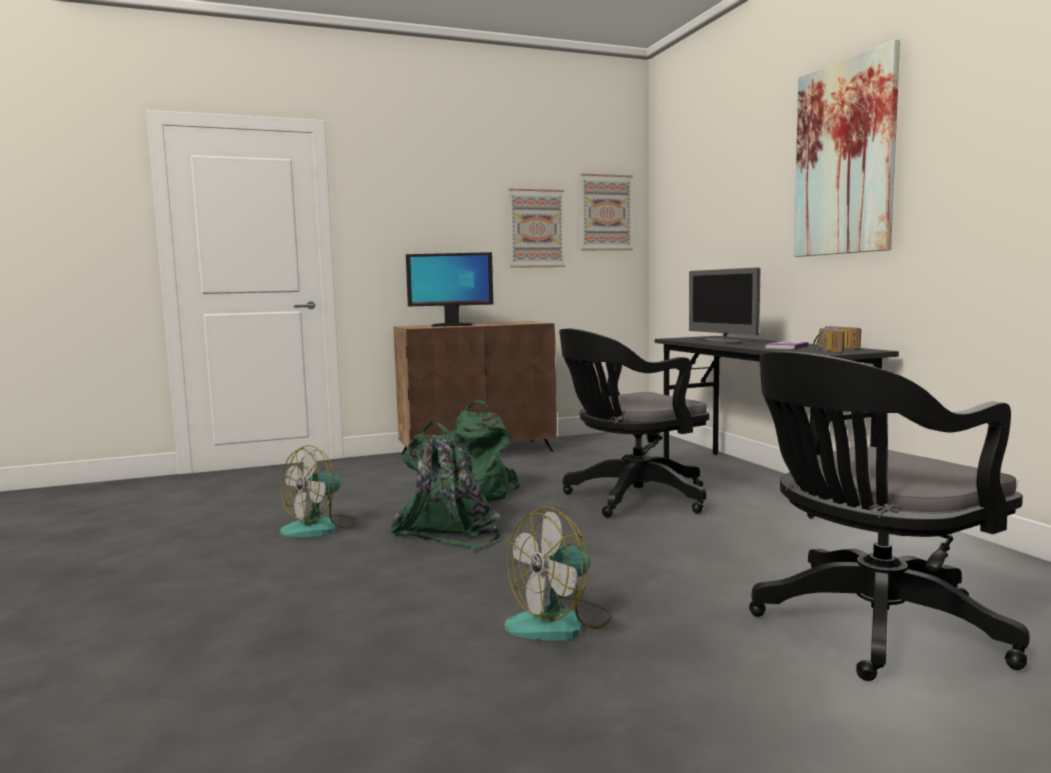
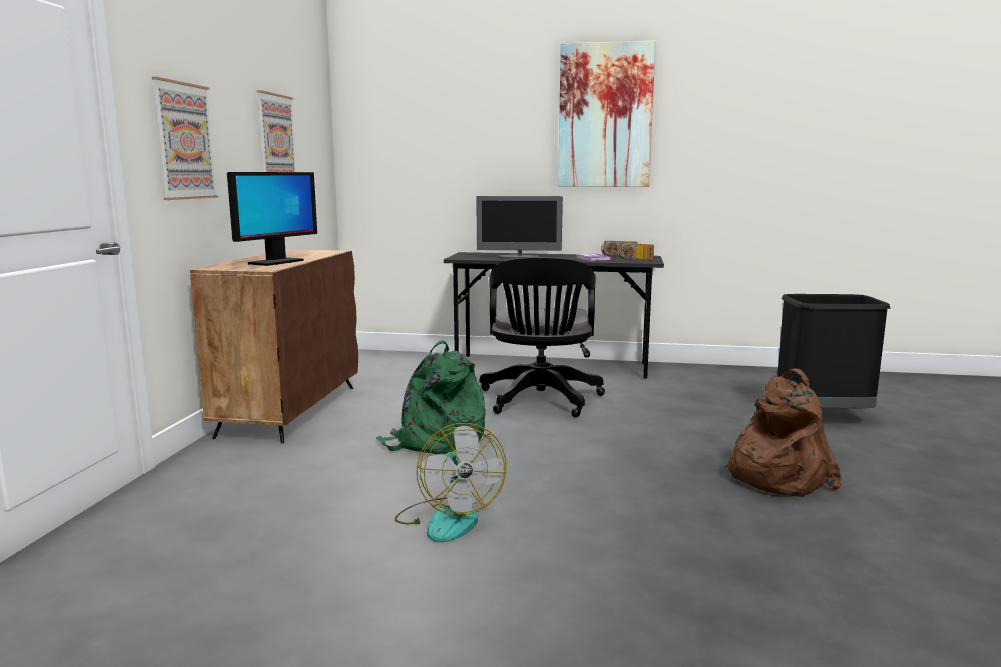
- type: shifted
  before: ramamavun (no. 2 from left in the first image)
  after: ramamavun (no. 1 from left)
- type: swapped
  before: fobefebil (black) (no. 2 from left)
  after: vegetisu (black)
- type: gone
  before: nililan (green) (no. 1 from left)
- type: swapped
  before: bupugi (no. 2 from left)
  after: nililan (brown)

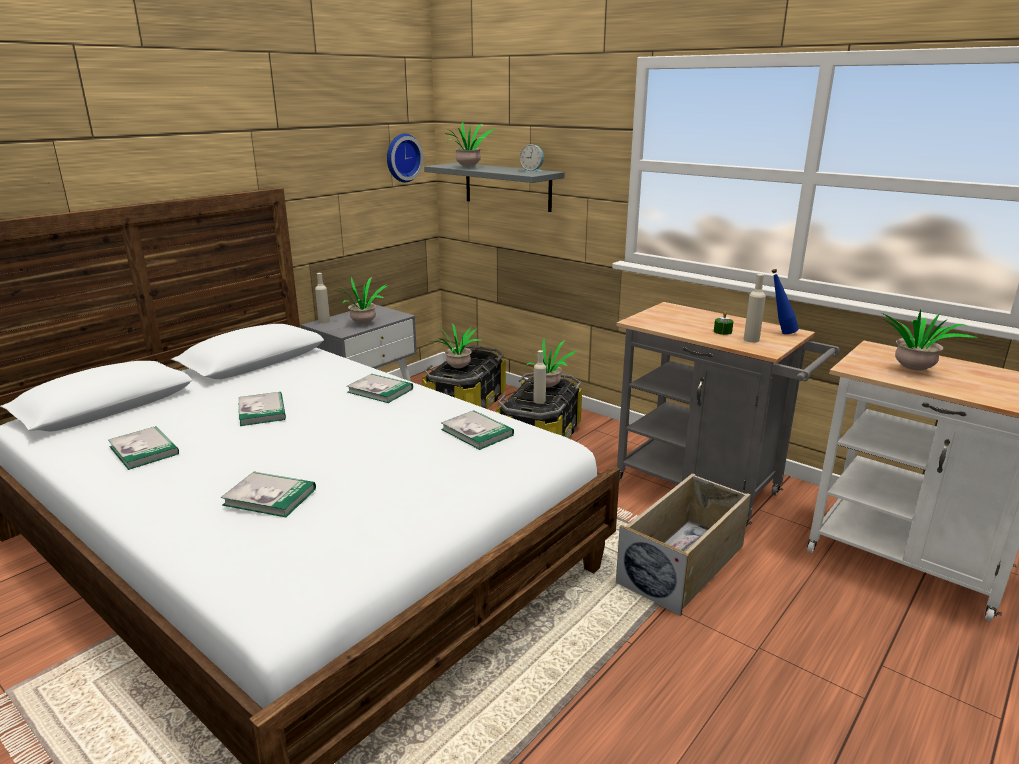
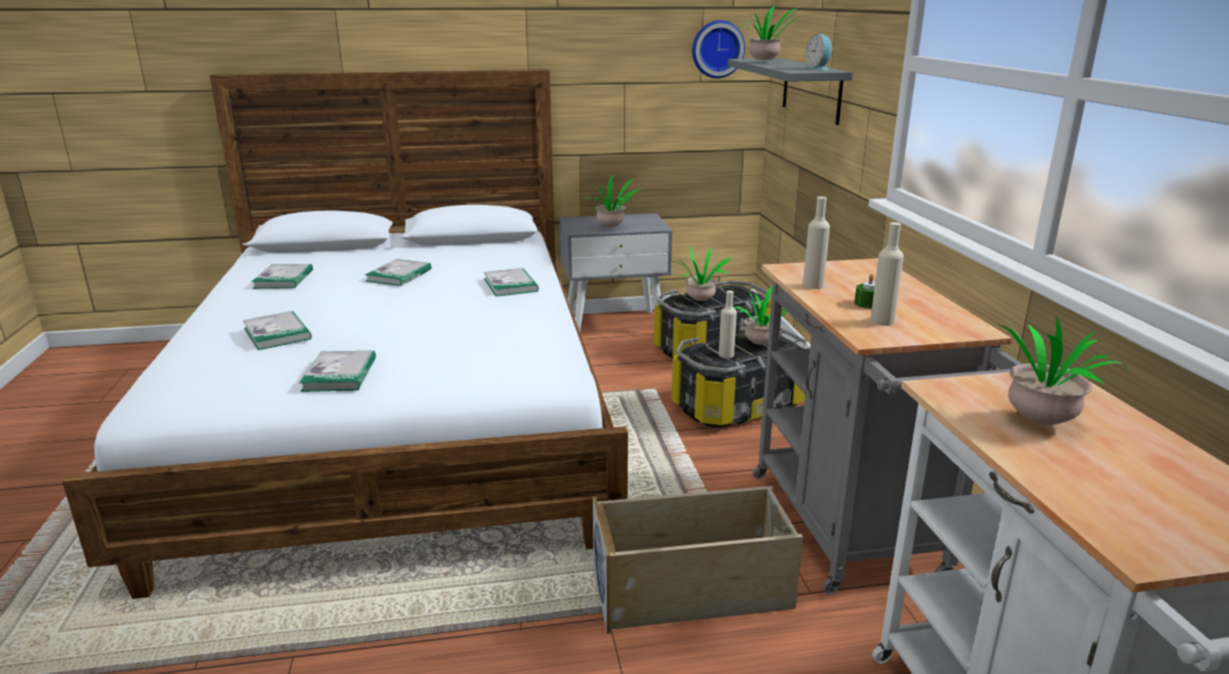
- type: gone
  before: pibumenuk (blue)
- type: shifted
  before: pibumenuk (beige) (no. 1 from left in the first image)
  after: pibumenuk (beige) (no. 2 from left)
- type: shifted
  before: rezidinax (no. 5 from left in the first image)
  after: rezidinax (no. 3 from left)

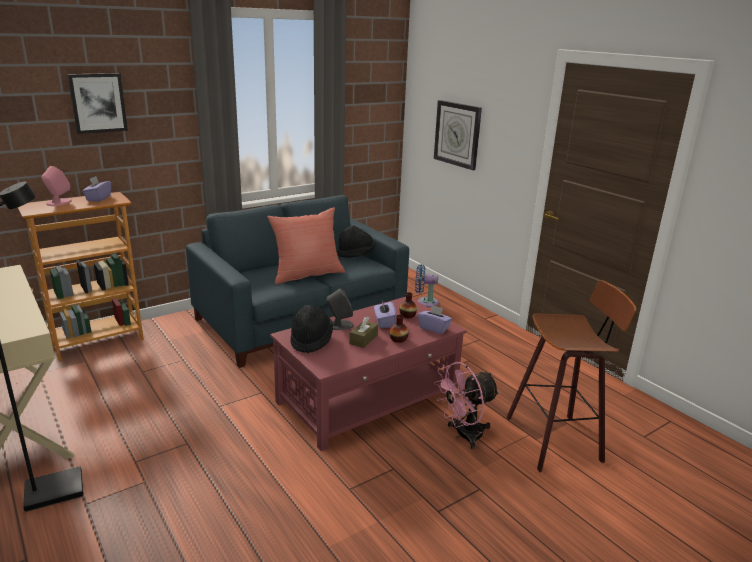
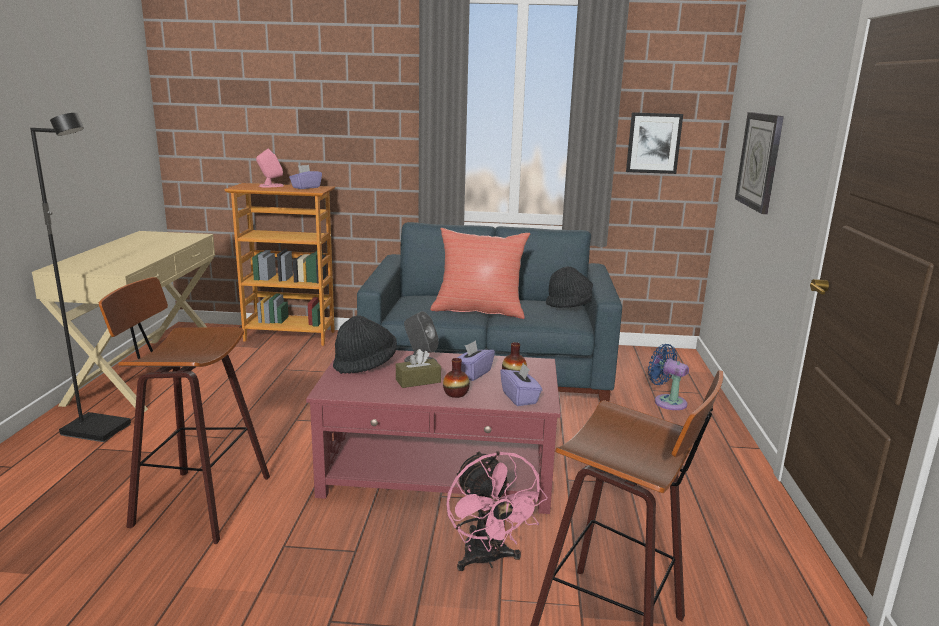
- type: shifted
  before: ramamavun
- type: rotated
  before: bupugi (pink)
  turn: -120
- type: new
  after: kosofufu (no. 1 from left)

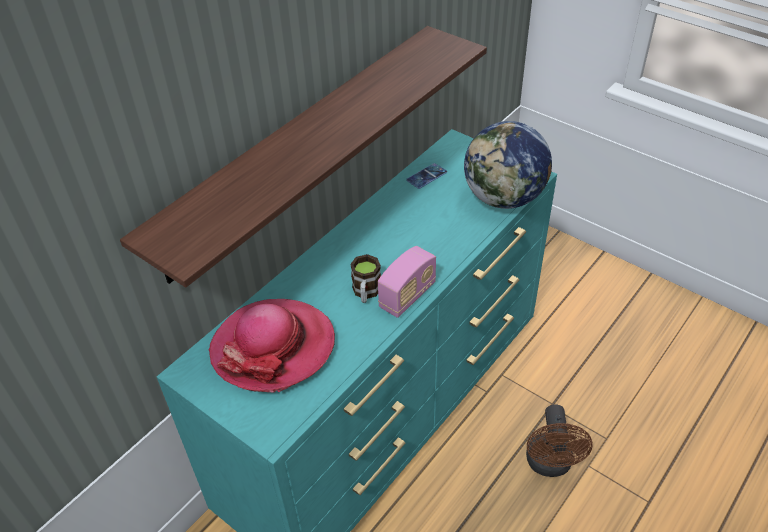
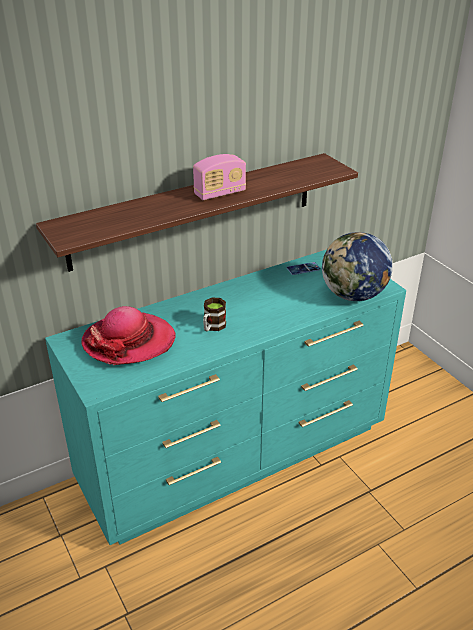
- type: shifted
  before: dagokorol
- type: gone
  before: bupugi (brown)

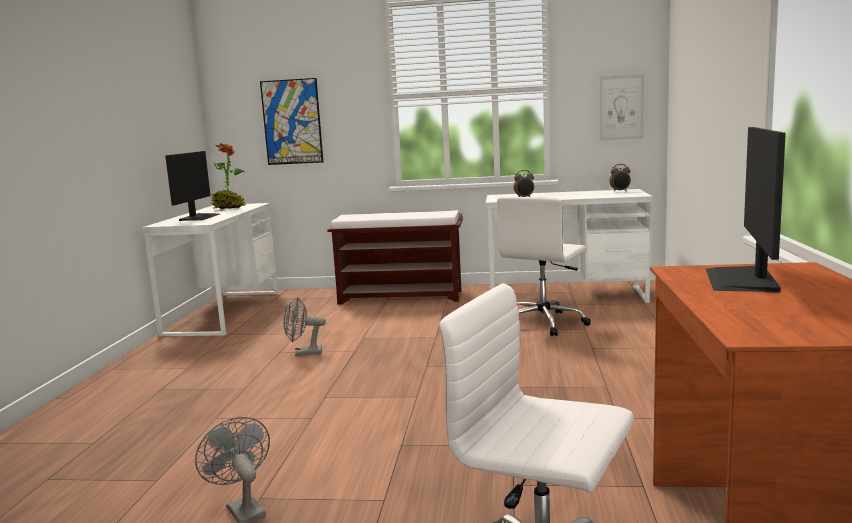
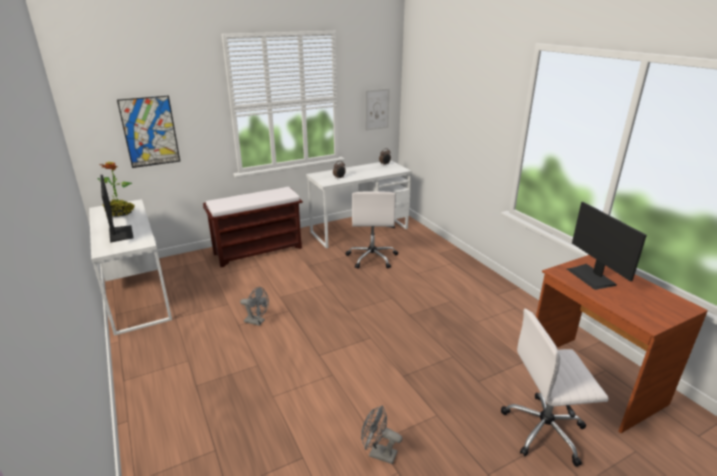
- type: rotated
  before: bupugi (grey) (no. 2 from left in the first image)
  turn: -120

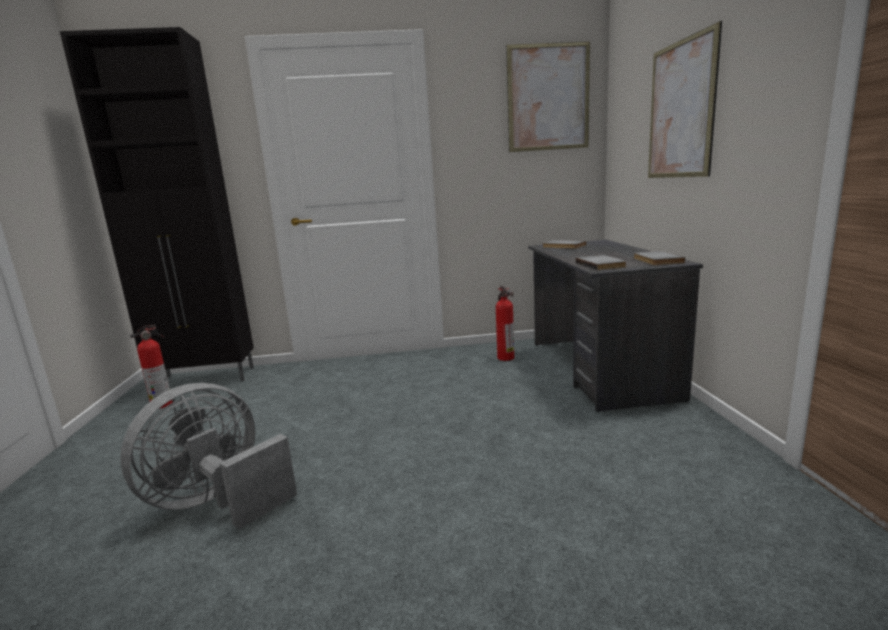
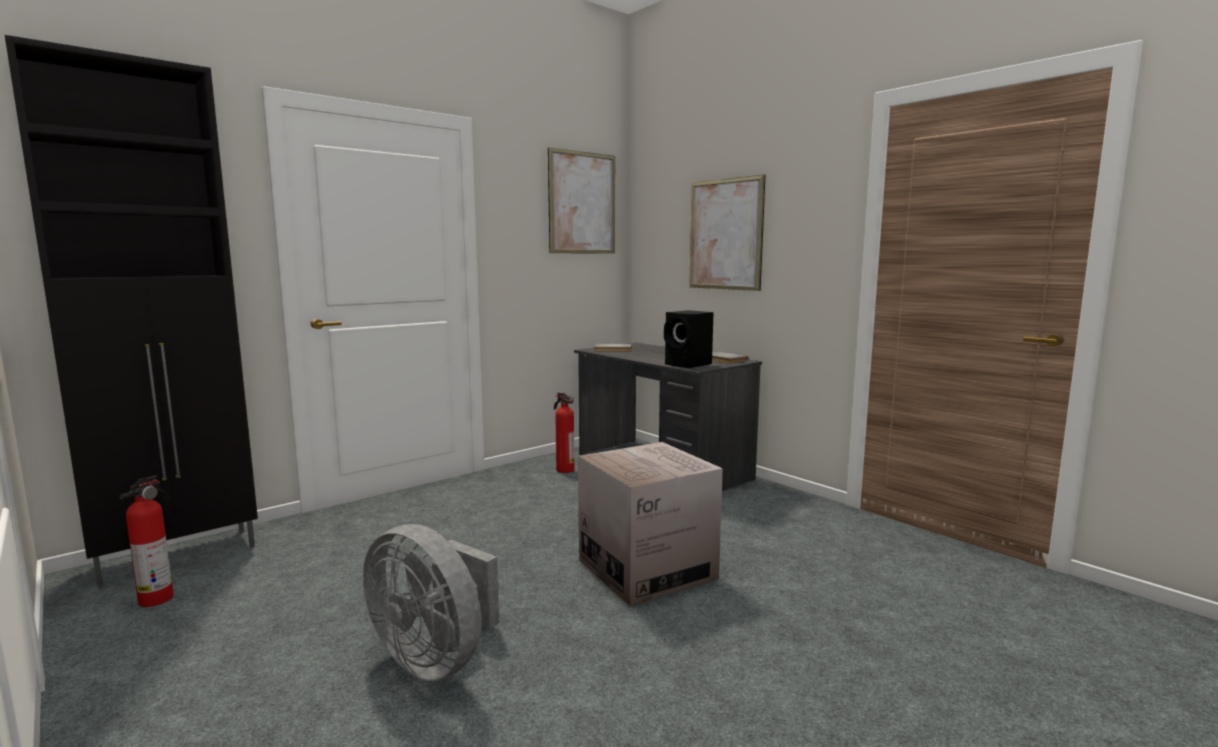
- type: swapped
  before: rezidinax (grey) (no. 2 from left)
  after: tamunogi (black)
- type: rotated
  before: bupugi (grey)
  turn: -60
- type: new
  after: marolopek

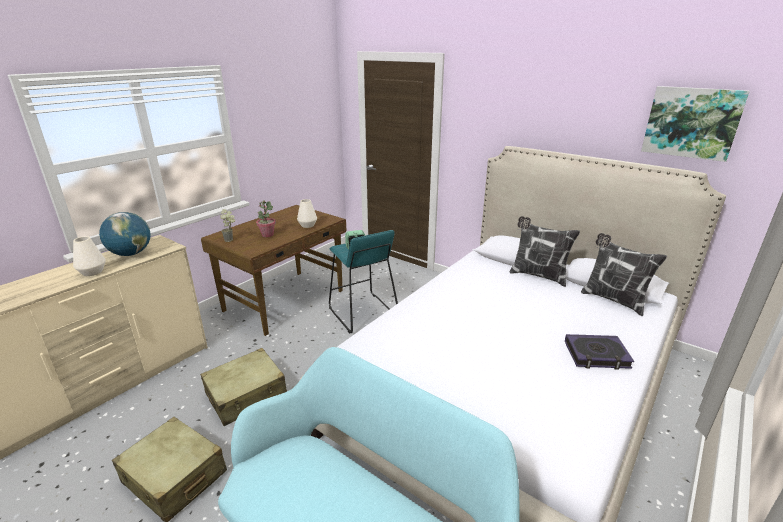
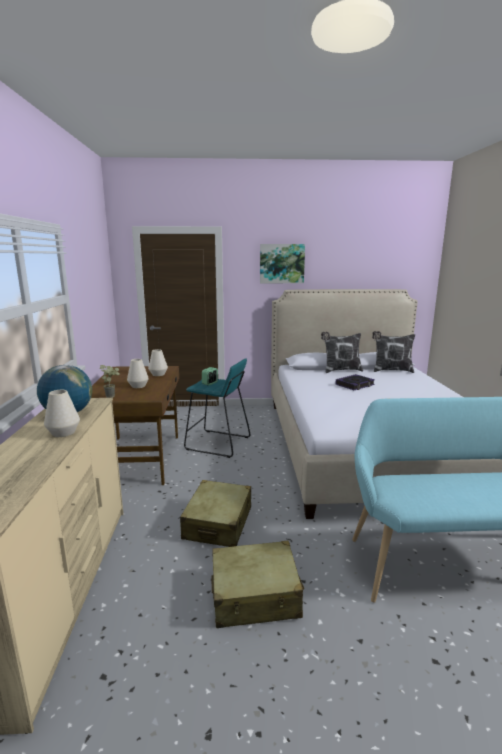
- type: shifted
  before: ramamavun
- type: swapped
  before: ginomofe (no. 2 from left)
  after: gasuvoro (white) (no. 2 from left)
- type: shifted
  before: rezidinax

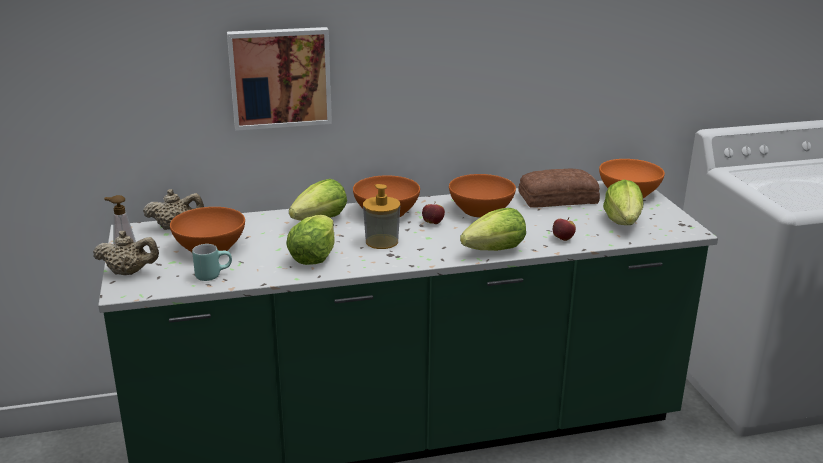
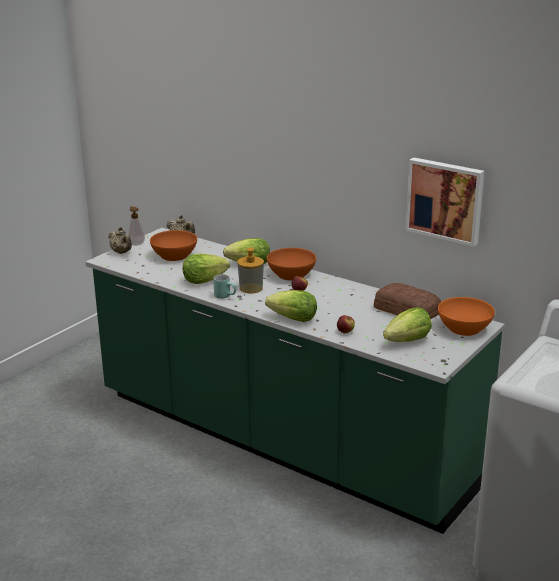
- type: shifted
  before: ramamavun
- type: gone
  before: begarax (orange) (no. 3 from left)
- type: shifted
  before: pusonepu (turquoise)

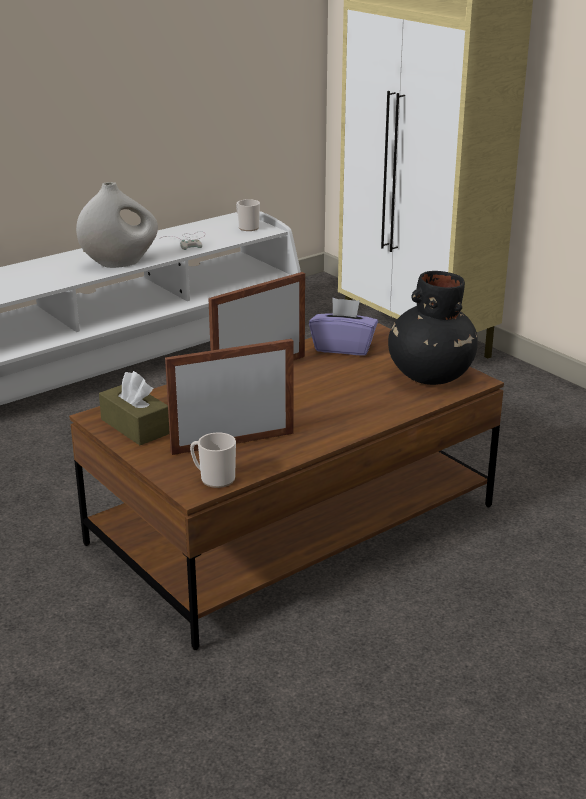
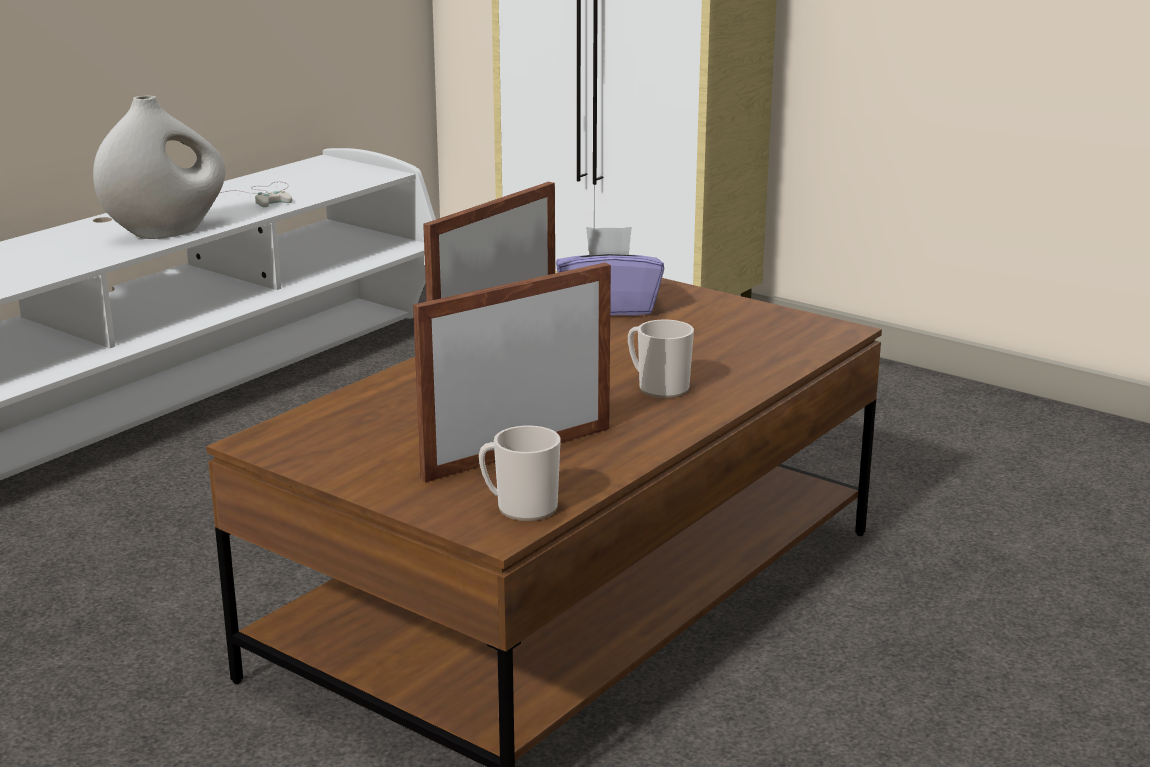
- type: shifted
  before: pusonepu (no. 2 from left)
- type: gone
  before: gasuvoro (black)
- type: gone
  before: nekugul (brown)

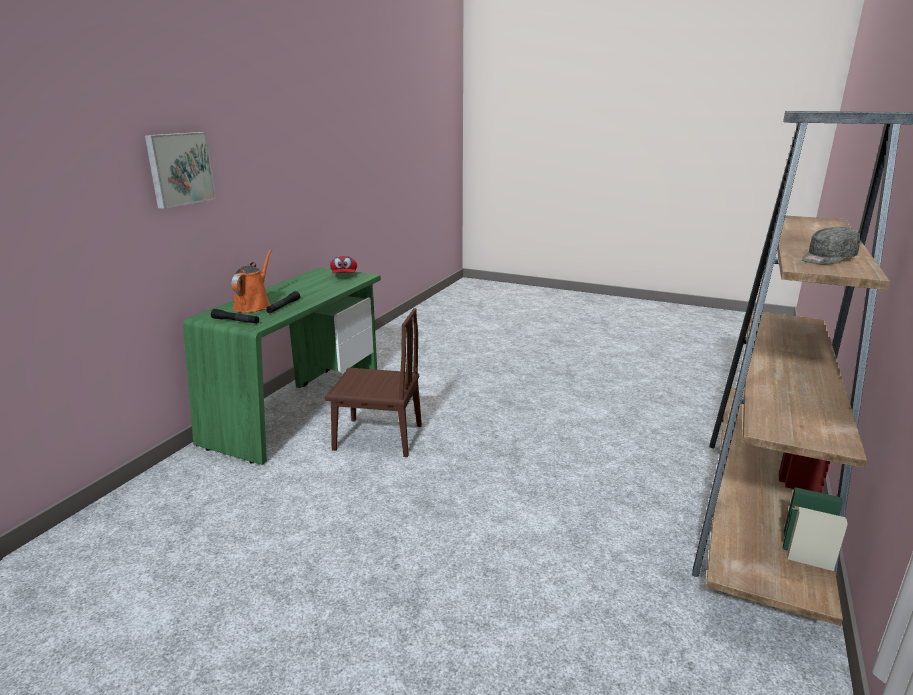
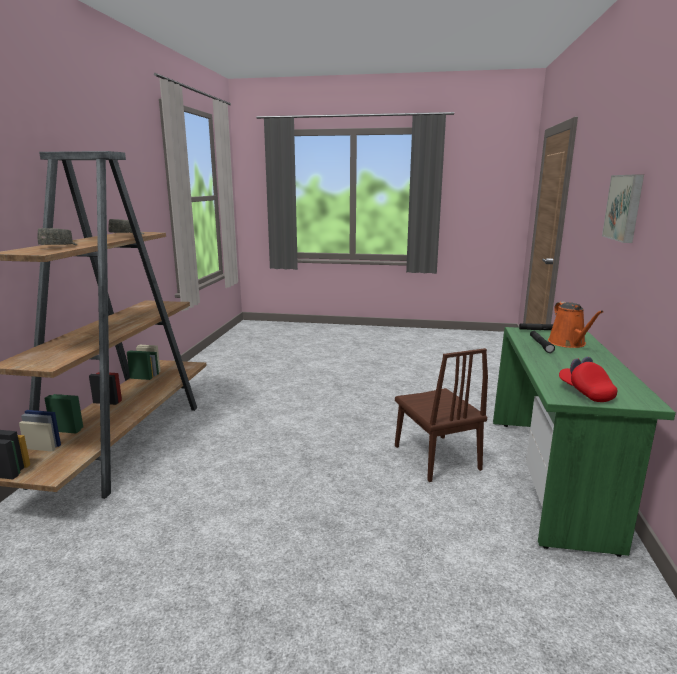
- type: rotated
  before: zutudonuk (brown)
  turn: -105
- type: new
  after: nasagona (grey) (no. 1 from left)

